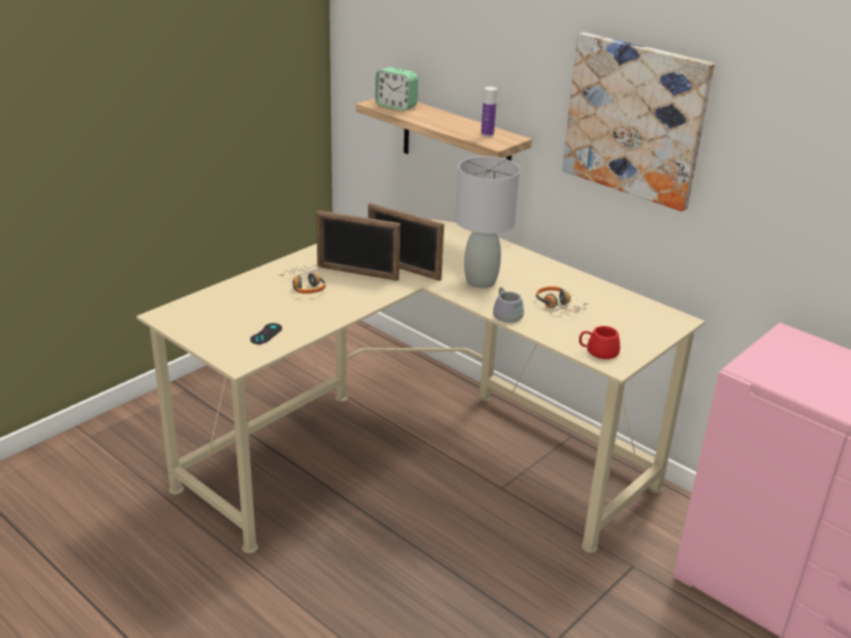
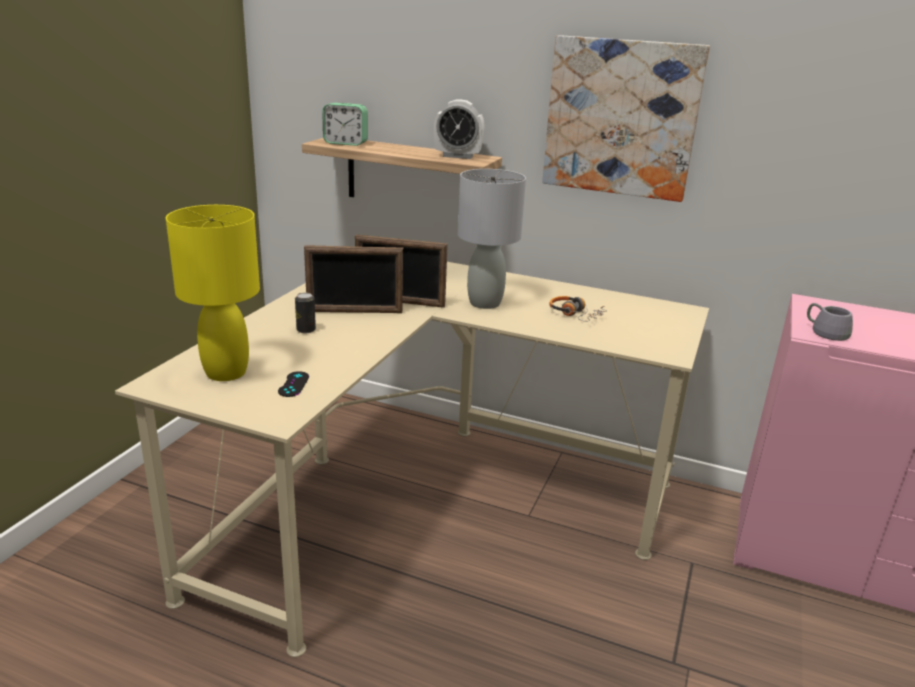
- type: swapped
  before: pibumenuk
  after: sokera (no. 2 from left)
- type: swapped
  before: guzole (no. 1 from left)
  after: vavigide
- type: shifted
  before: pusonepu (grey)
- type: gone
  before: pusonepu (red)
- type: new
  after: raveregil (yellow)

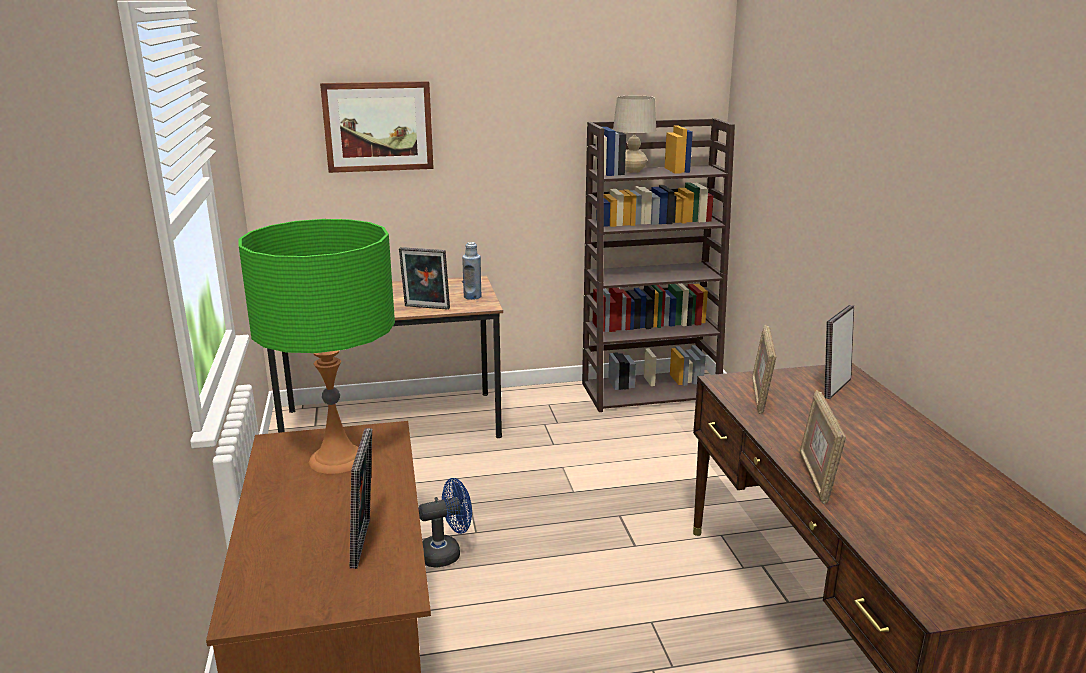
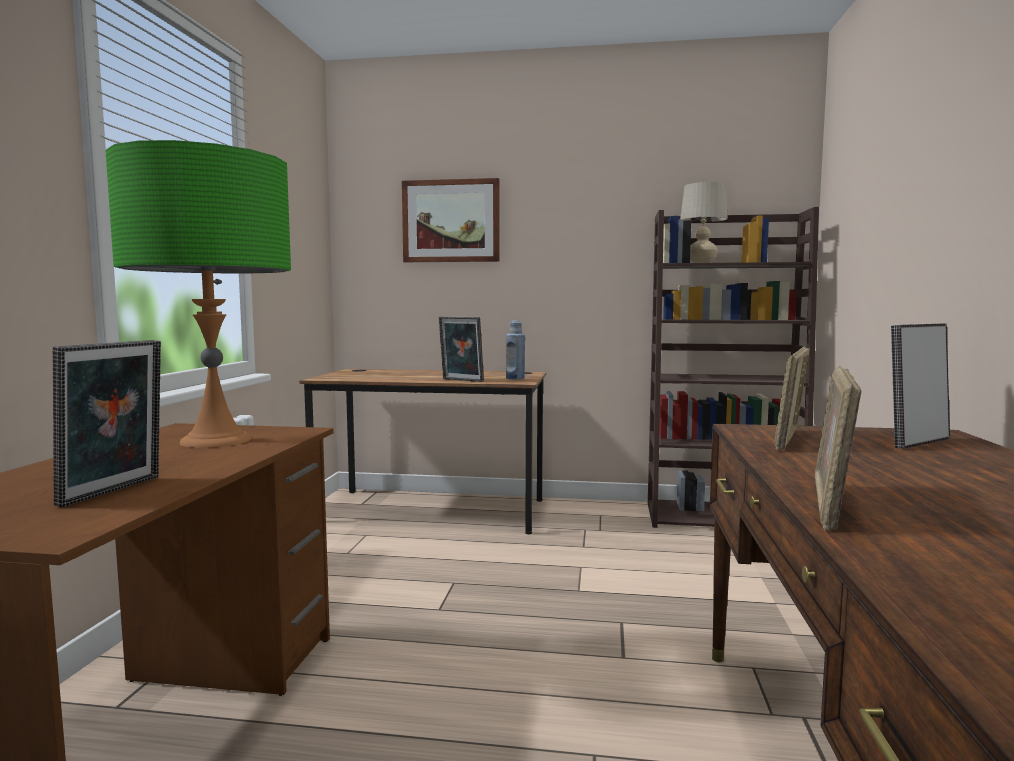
- type: gone
  before: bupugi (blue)

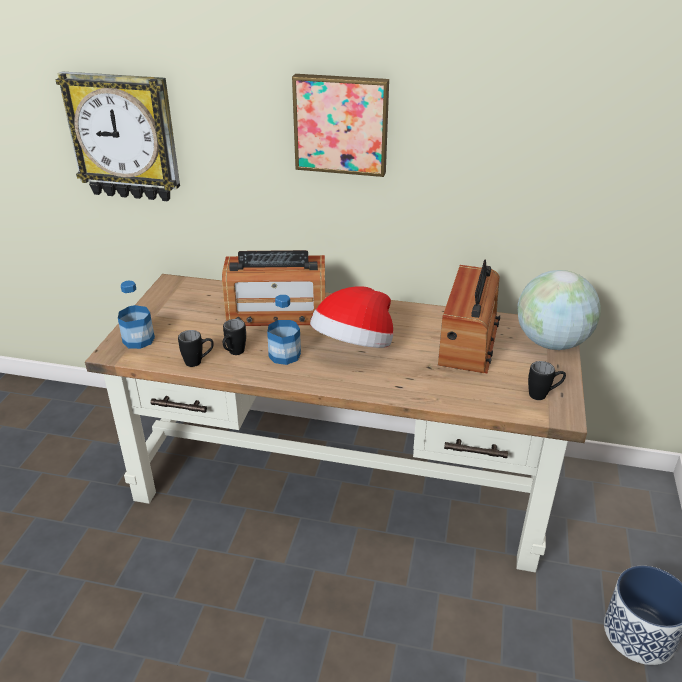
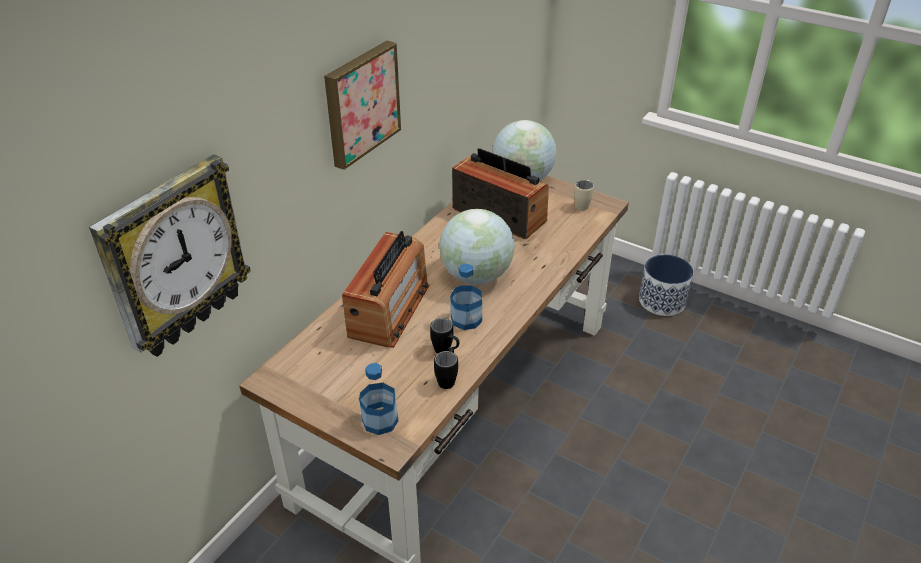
- type: swapped
  before: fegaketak
  after: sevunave (no. 1 from left)
- type: repainted
  before: pusonepu (black) (no. 3 from left)
  after: pusonepu (beige)

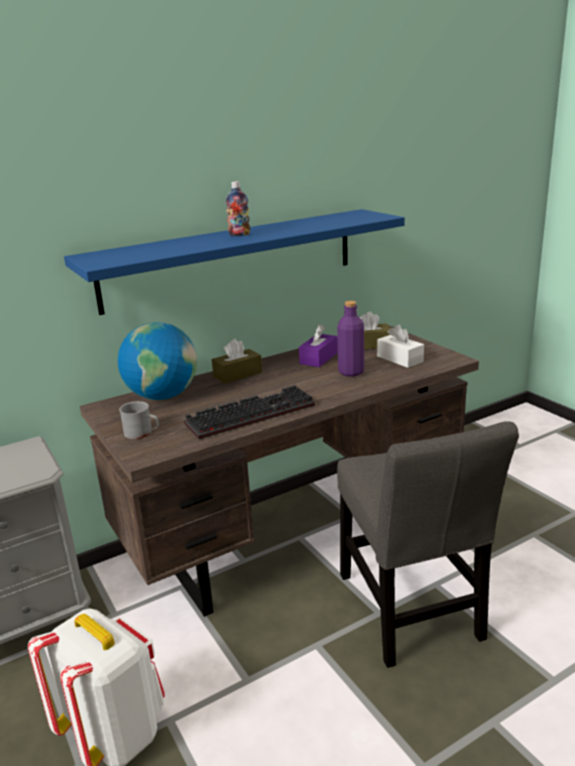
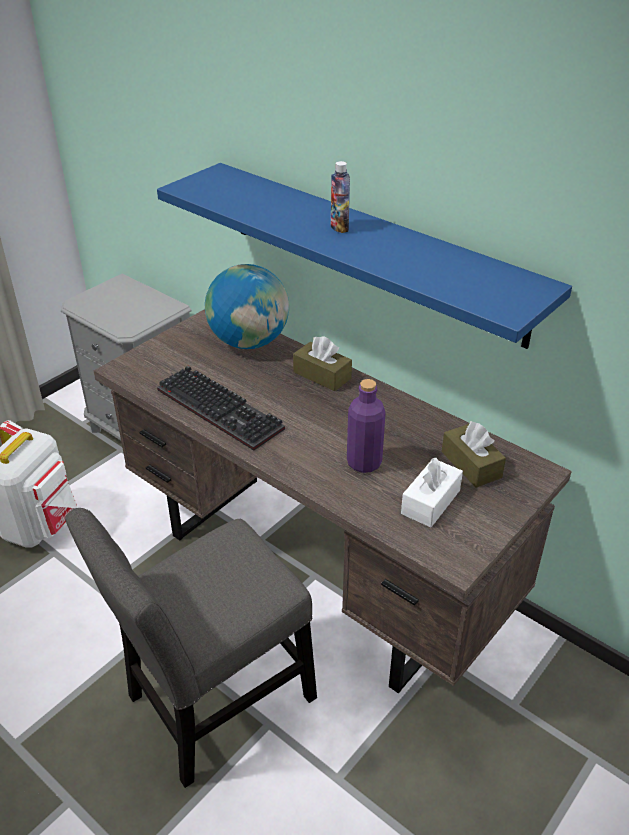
- type: gone
  before: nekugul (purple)
- type: gone
  before: pusonepu (grey)

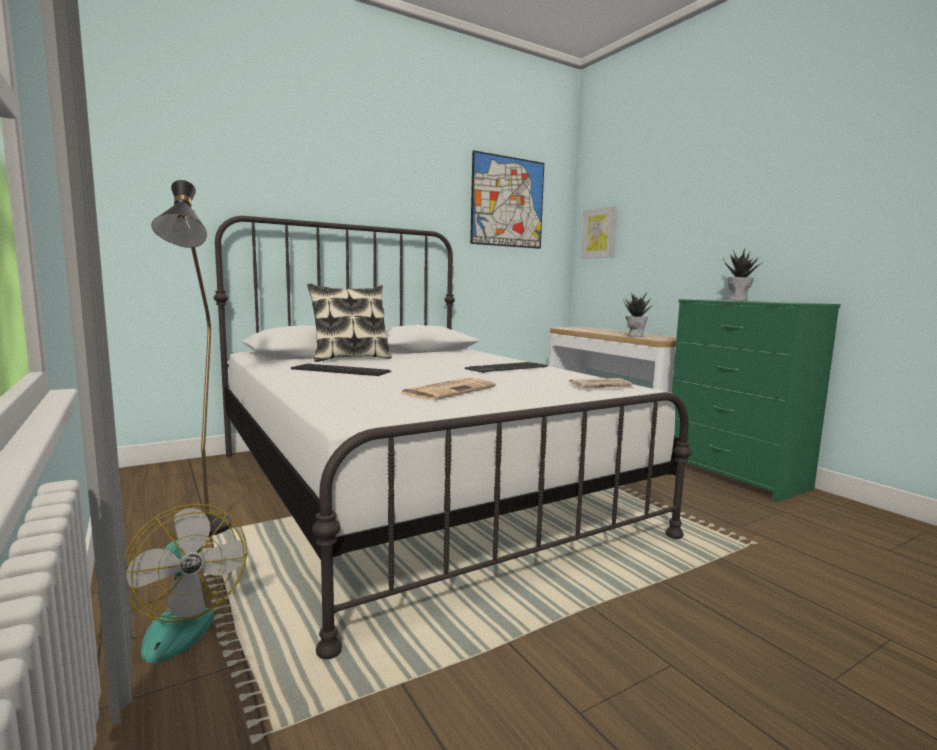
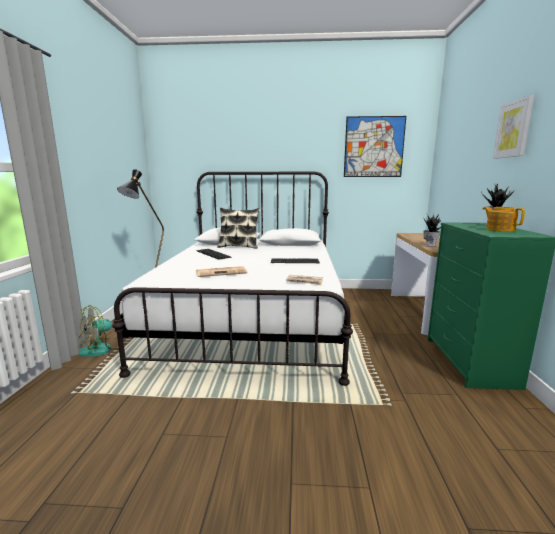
- type: shifted
  before: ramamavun (no. 2 from left)
- type: rotated
  before: bupugi
  turn: 45
- type: new
  after: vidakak

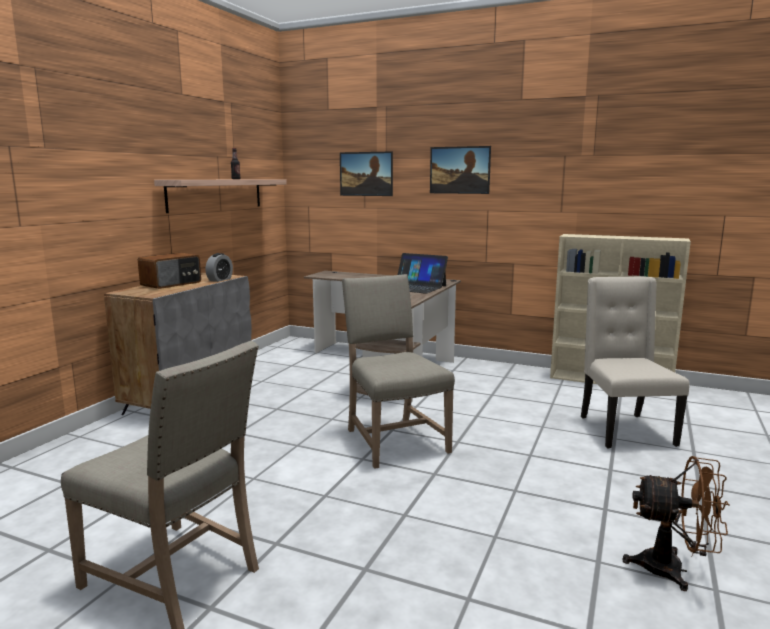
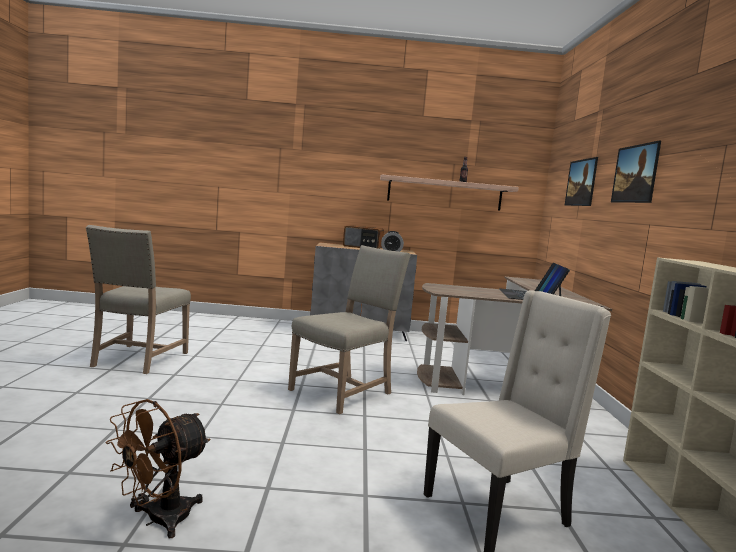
- type: rotated
  before: bupugi (brown)
  turn: 45

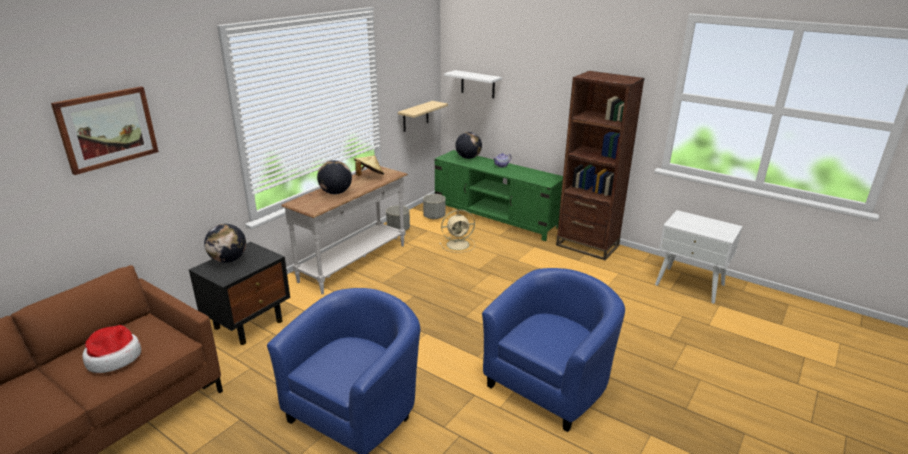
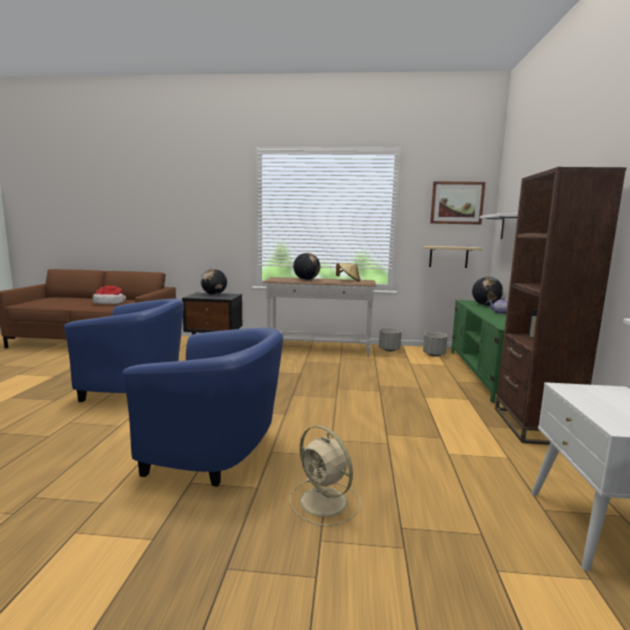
- type: shifted
  before: ramamavun
- type: shifted
  before: bupugi (beige)

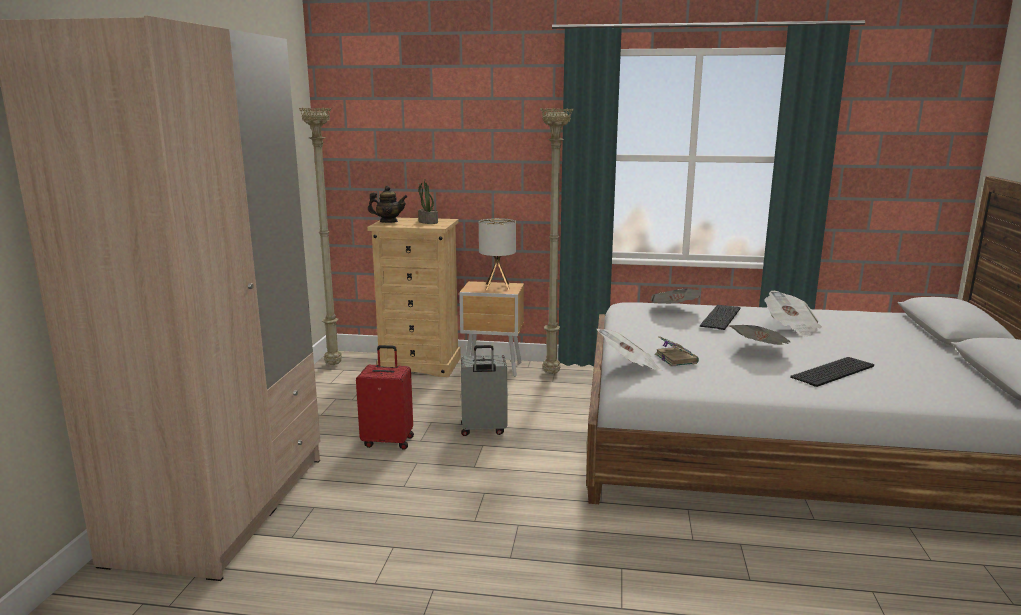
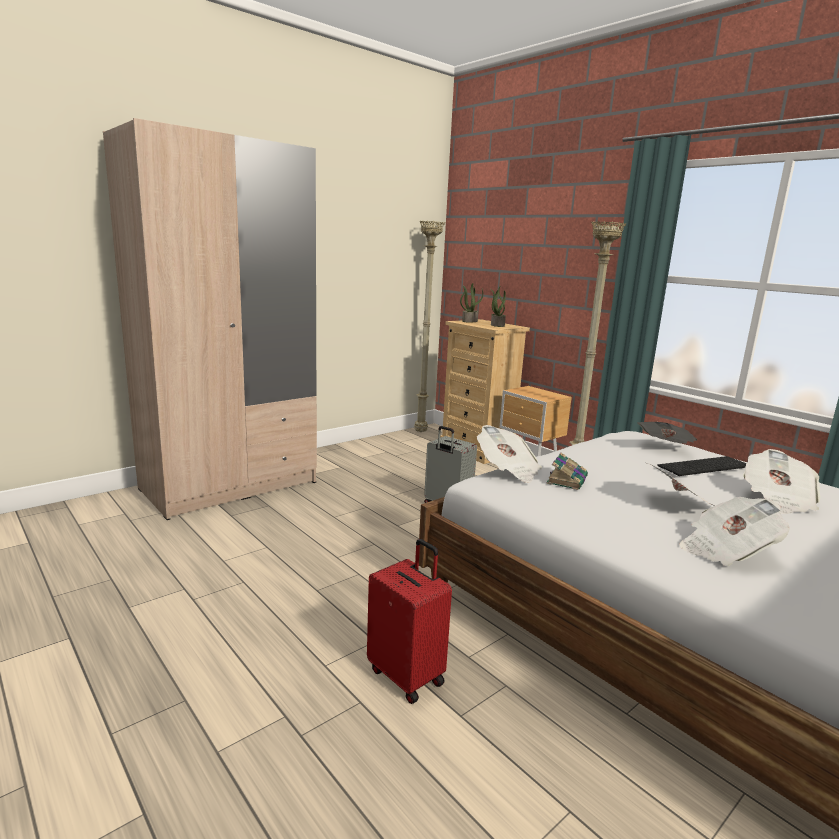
- type: swapped
  before: vidakak
  after: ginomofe (no. 1 from left)
- type: gone
  before: raveregil
- type: shifted
  before: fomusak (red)
- type: swapped
  before: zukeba (no. 2 from left)
  after: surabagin (no. 4 from left)

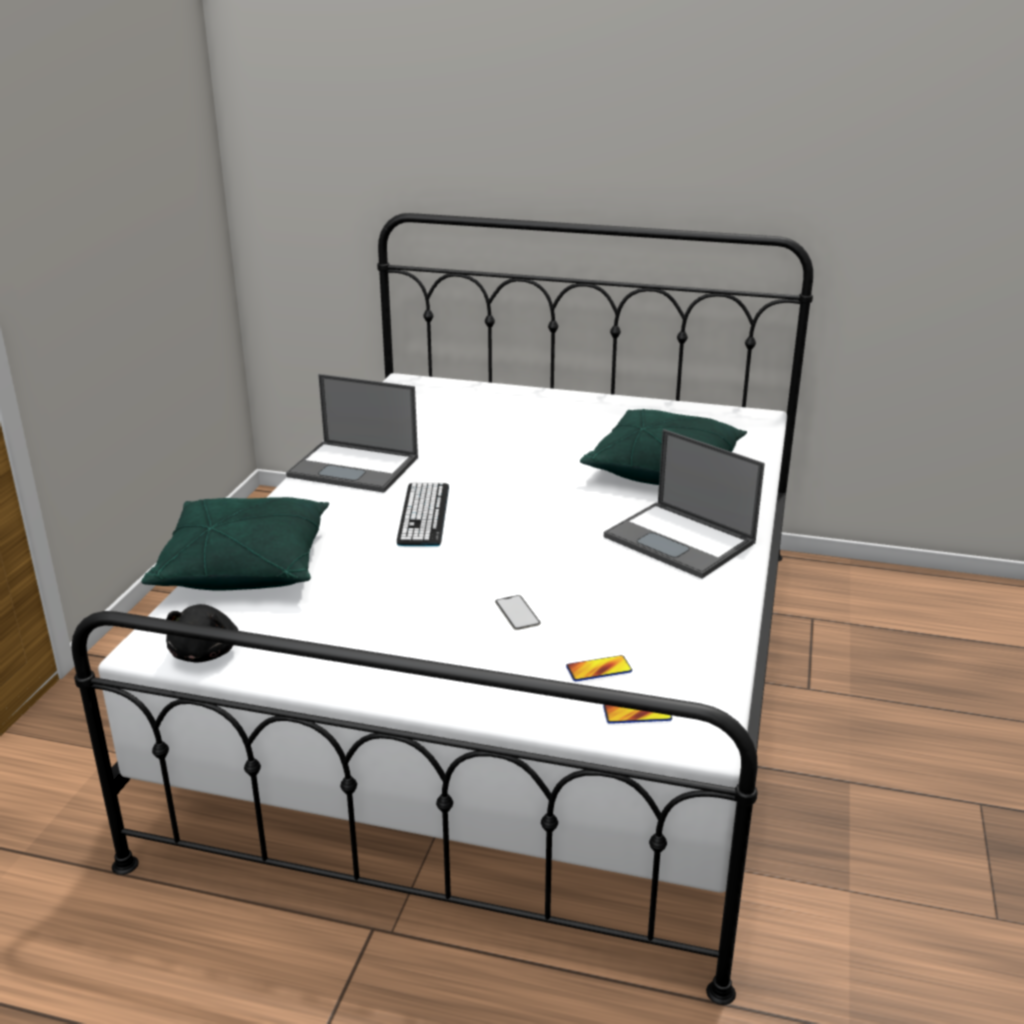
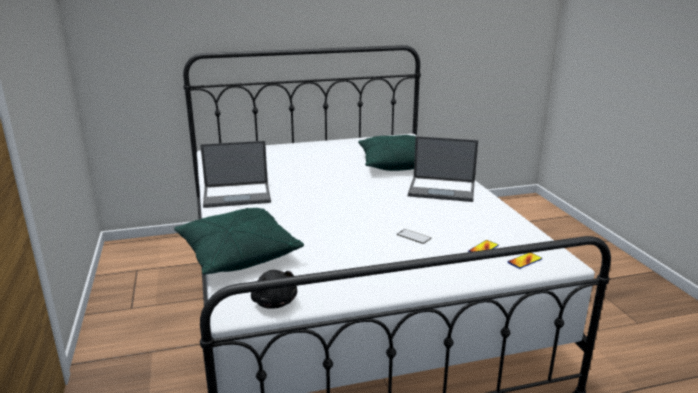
- type: gone
  before: zukeba

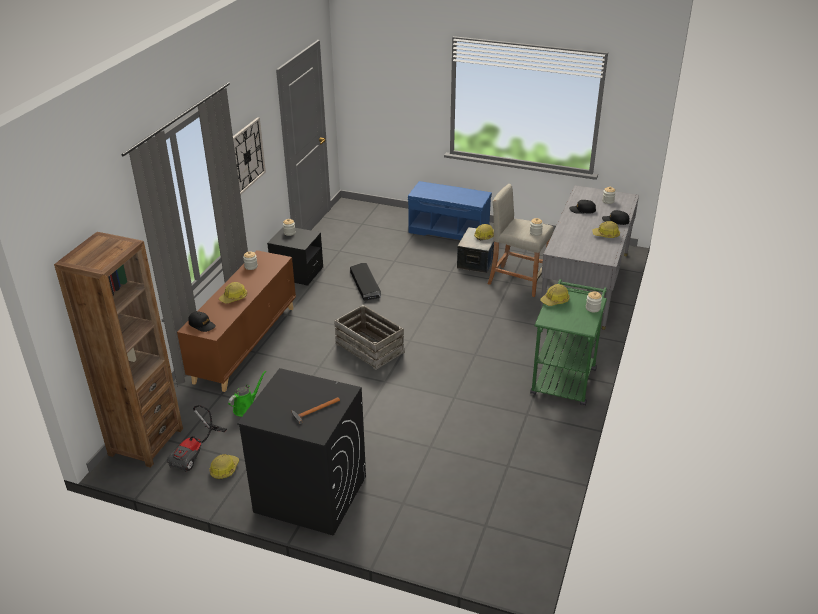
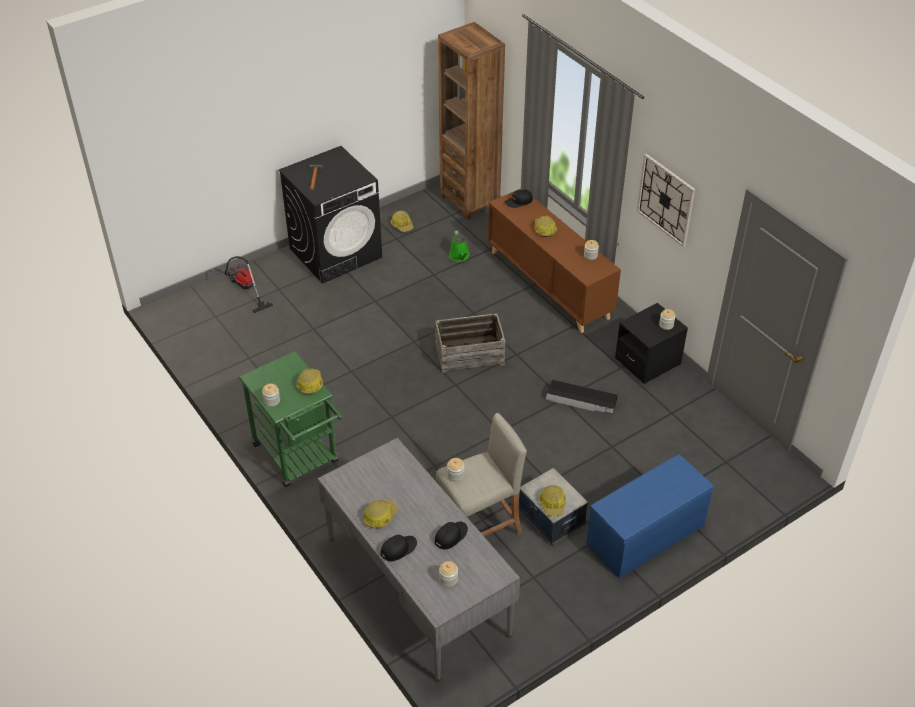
- type: shifted
  before: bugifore

